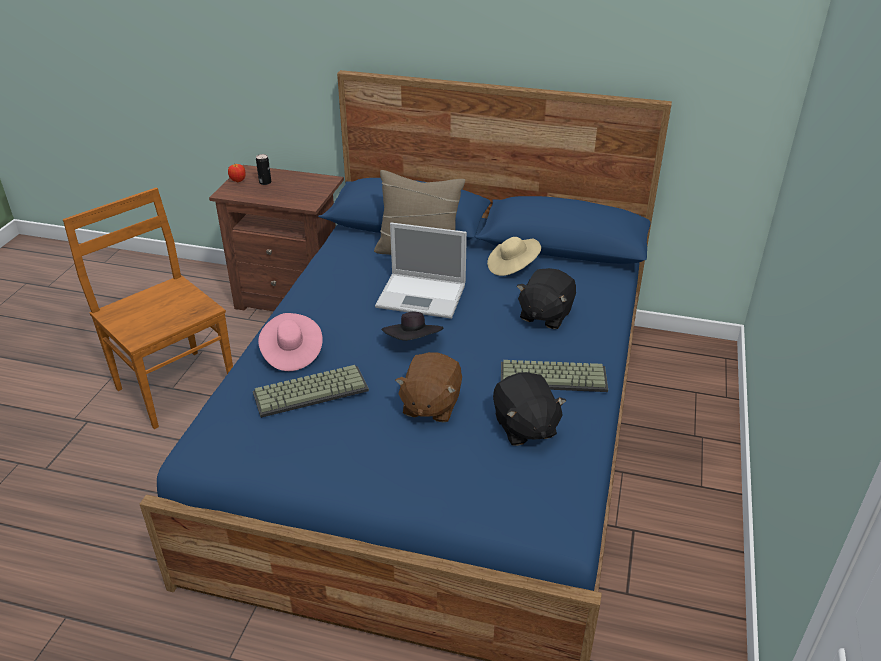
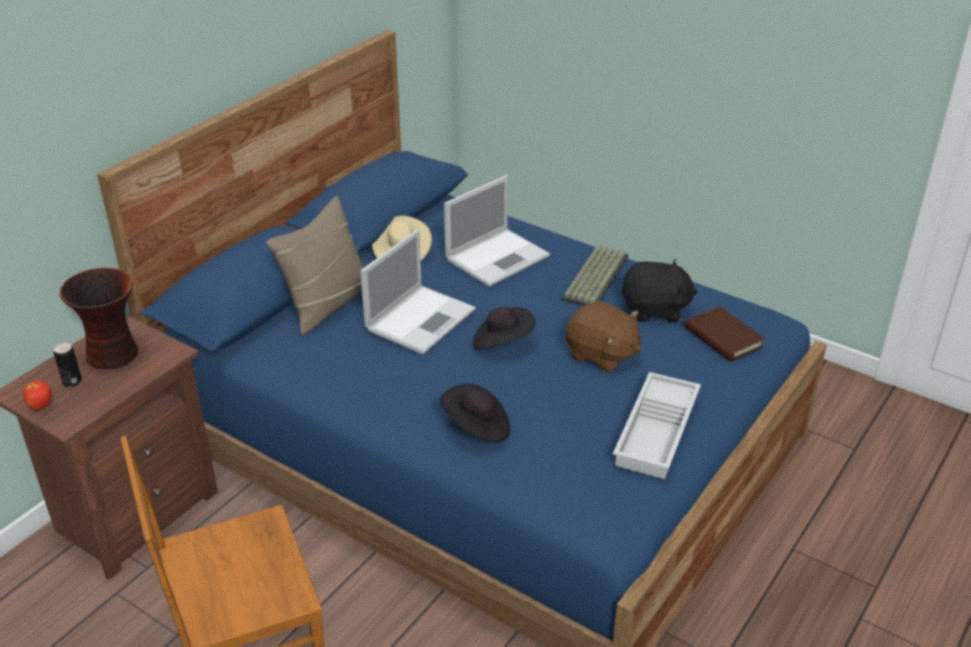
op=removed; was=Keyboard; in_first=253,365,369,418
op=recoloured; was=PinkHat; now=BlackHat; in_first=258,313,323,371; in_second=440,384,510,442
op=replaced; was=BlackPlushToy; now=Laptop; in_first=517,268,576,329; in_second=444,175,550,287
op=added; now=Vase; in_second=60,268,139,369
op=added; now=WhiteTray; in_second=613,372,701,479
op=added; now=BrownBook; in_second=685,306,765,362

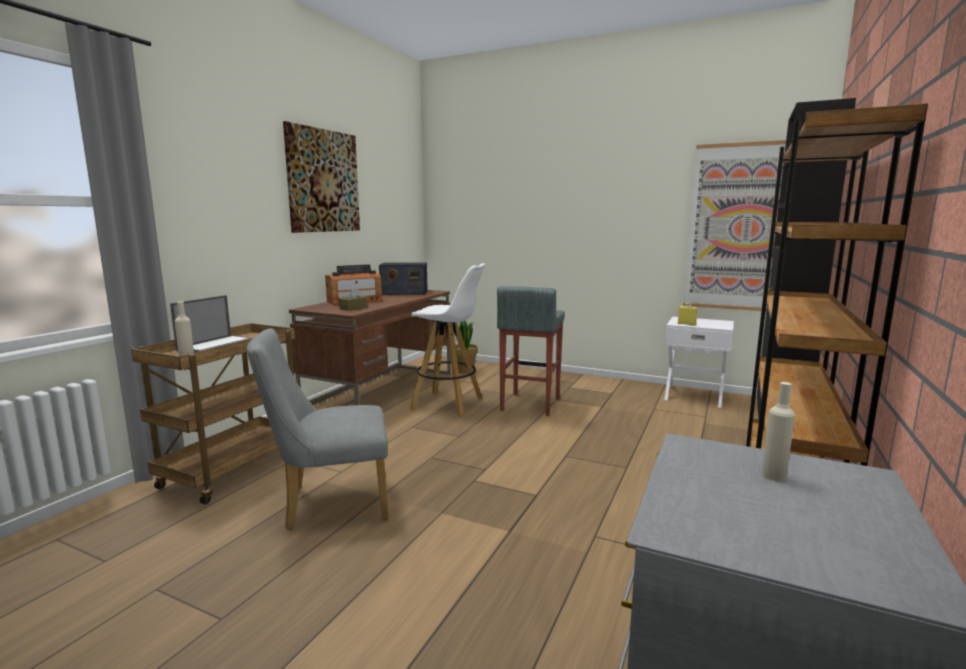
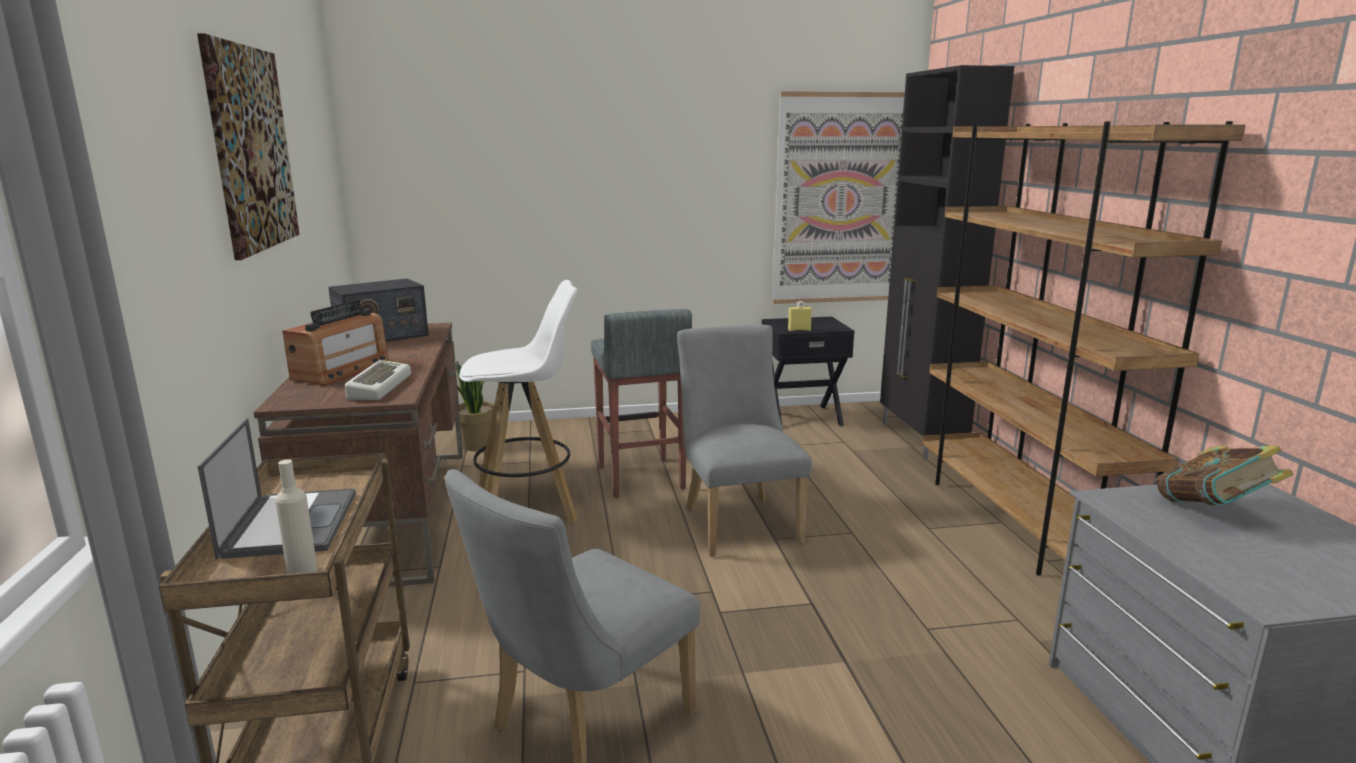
op=replaced; was=BrownTissueBox; now=Keyboard; in_first=339,287,367,311; in_second=345,360,411,400
op=recoloured; was=WhiteNightstand; now=BlackNightstand; in_first=664,317,734,408; in_second=762,317,855,427
op=replaced; was=BeigeBottle; now=Book; in_first=761,382,795,481; in_second=1157,446,1293,505
op=added; now=GreyChair; in_second=677,325,812,556

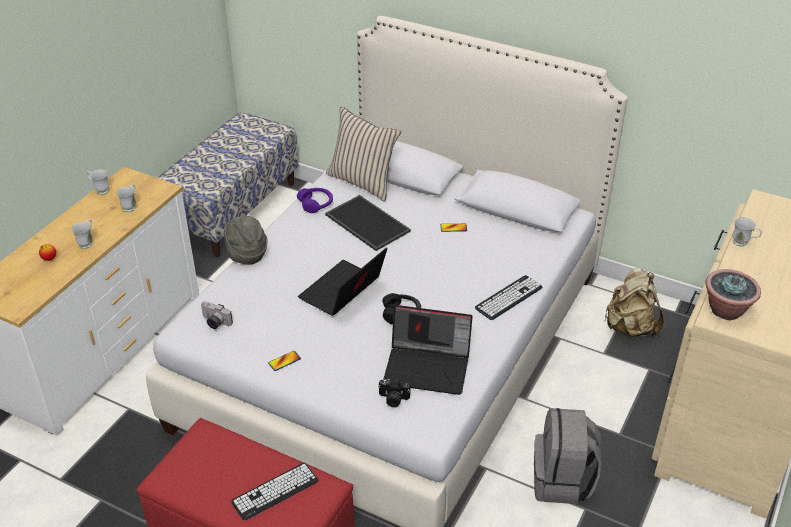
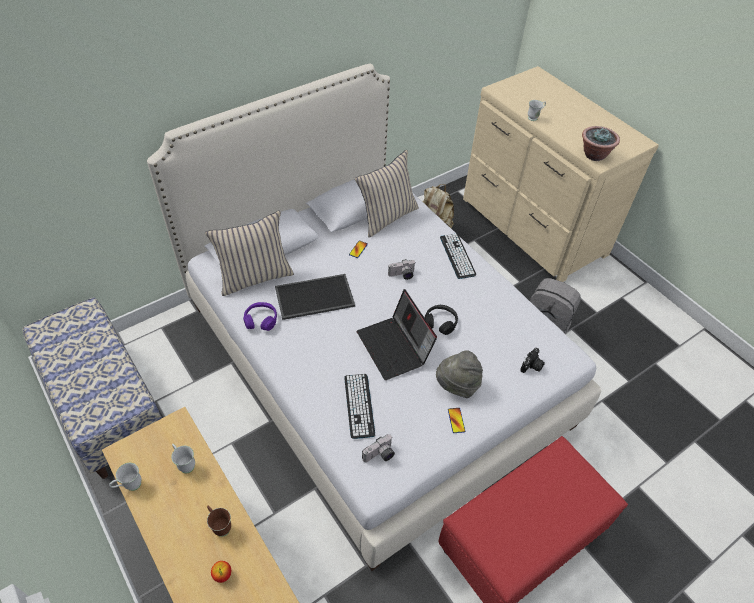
op=recoloured; was=WhiteMug; now=BrownMug; in_first=71,219,92,249; in_second=207,506,231,537
op=moved; was=GreyHat; in_first=224,216,267,265; in_second=436,350,483,398
op=moved; was=Keyboard; in_first=231,463,318,521; in_second=344,374,375,439
op=removed; was=Laptop; in_first=383,305,473,395
op=added; now=BeigePillow; in_second=355,150,419,238
op=added; now=PhotoCamera; in_second=388,259,415,280

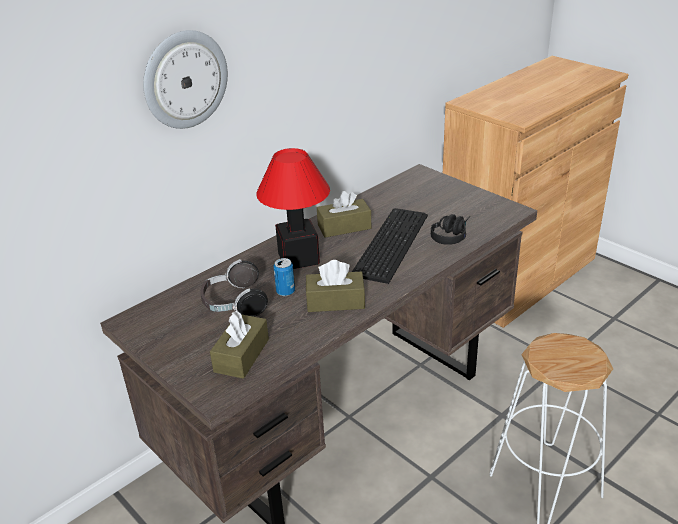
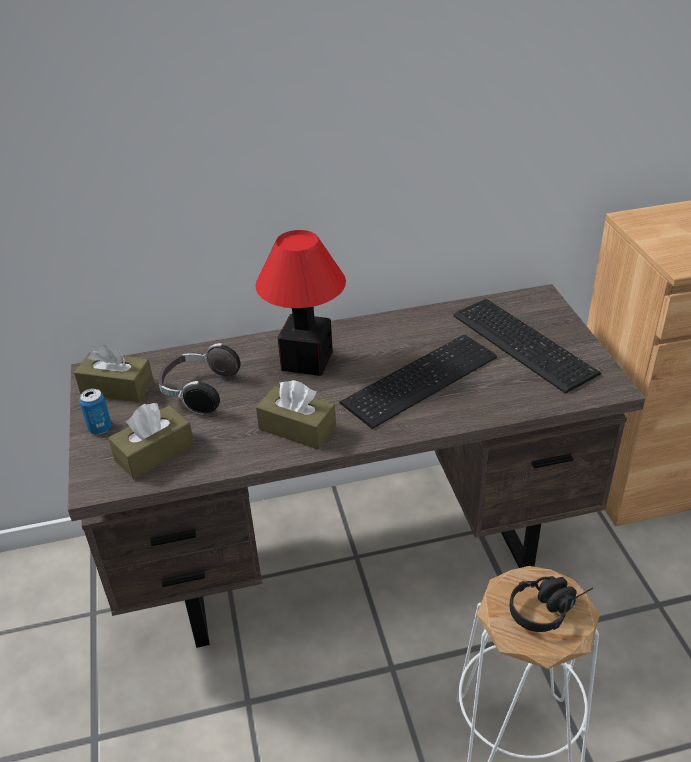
op=removed; was=WallClock; in_first=143,30,228,129
op=moved; was=Can; in_first=273,258,295,296; in_second=79,388,112,434
op=moved; was=BrownTissueBox; in_first=317,191,371,238; in_second=74,344,154,402
op=moved; was=BlackHeadphones; in_first=431,214,470,245; in_second=510,576,593,632
op=added; now=Keyboard; in_second=453,299,601,394

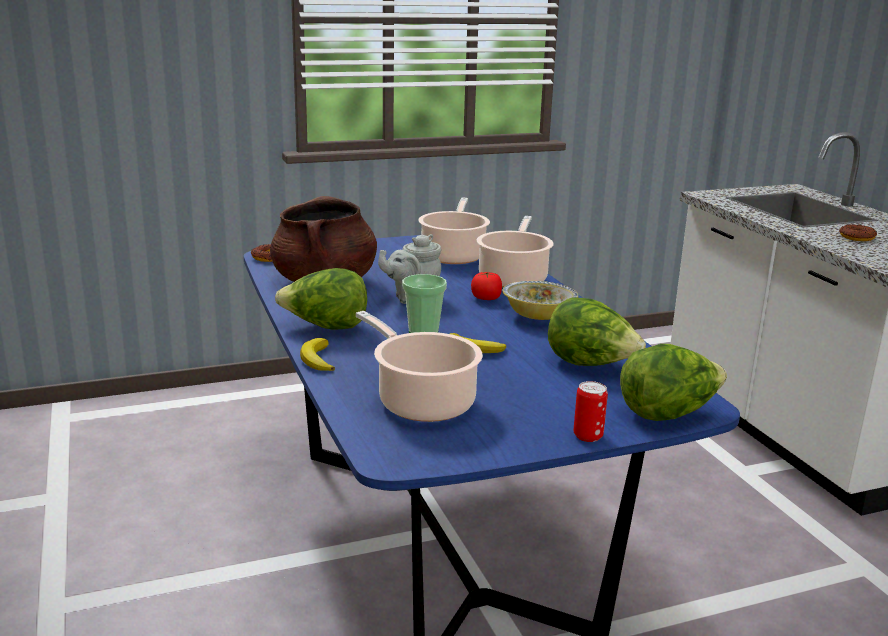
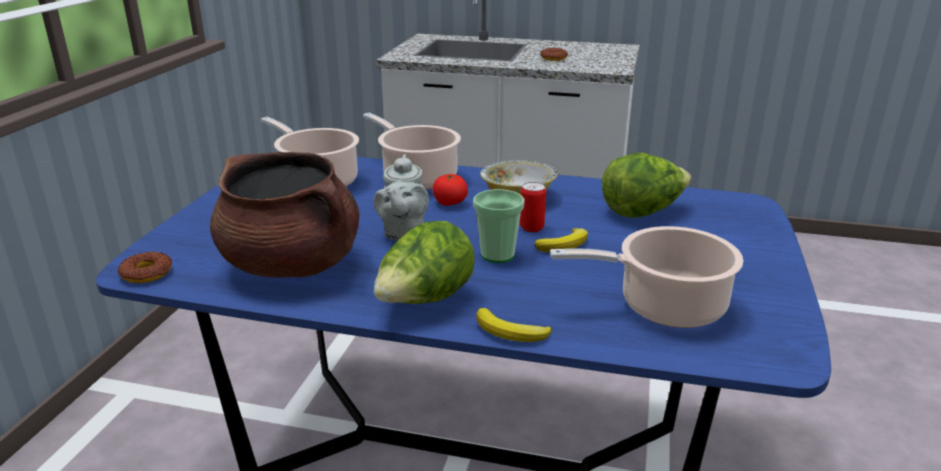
op=moved; was=Can; in_first=574,381,608,442; in_second=520,182,546,232
op=removed; was=Lettuce; in_first=620,344,727,421

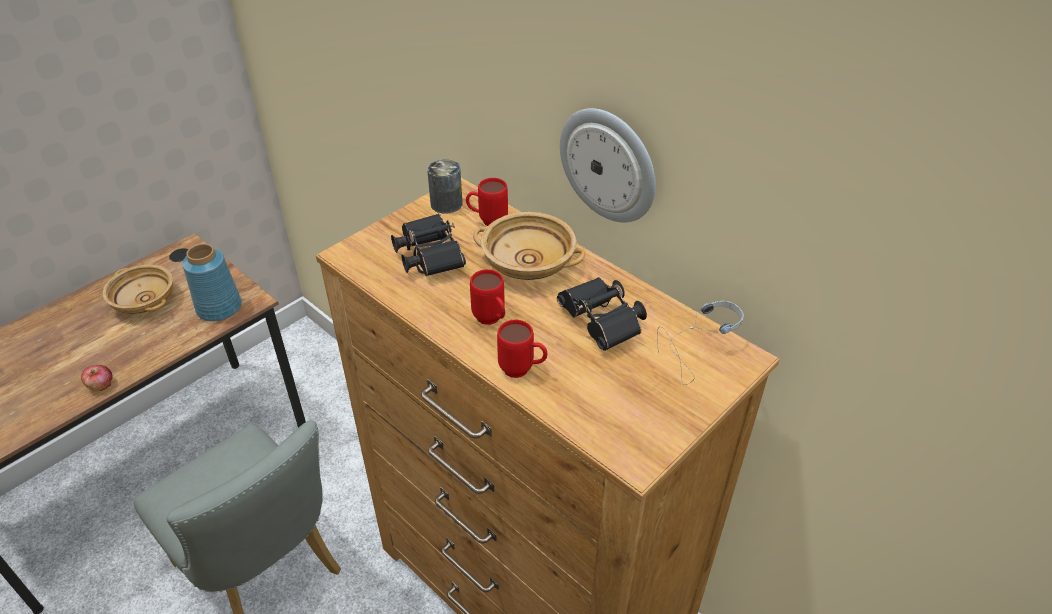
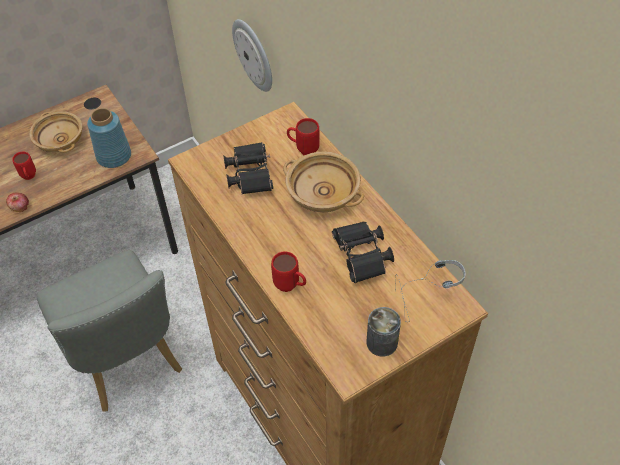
op=moved; was=Can; in_first=427,159,463,214; in_second=366,307,401,356
op=moved; was=RedMug; in_first=470,269,505,325; in_second=12,152,36,180
op=moved; was=WallClock; in_first=560,108,656,223; in_second=232,19,272,92

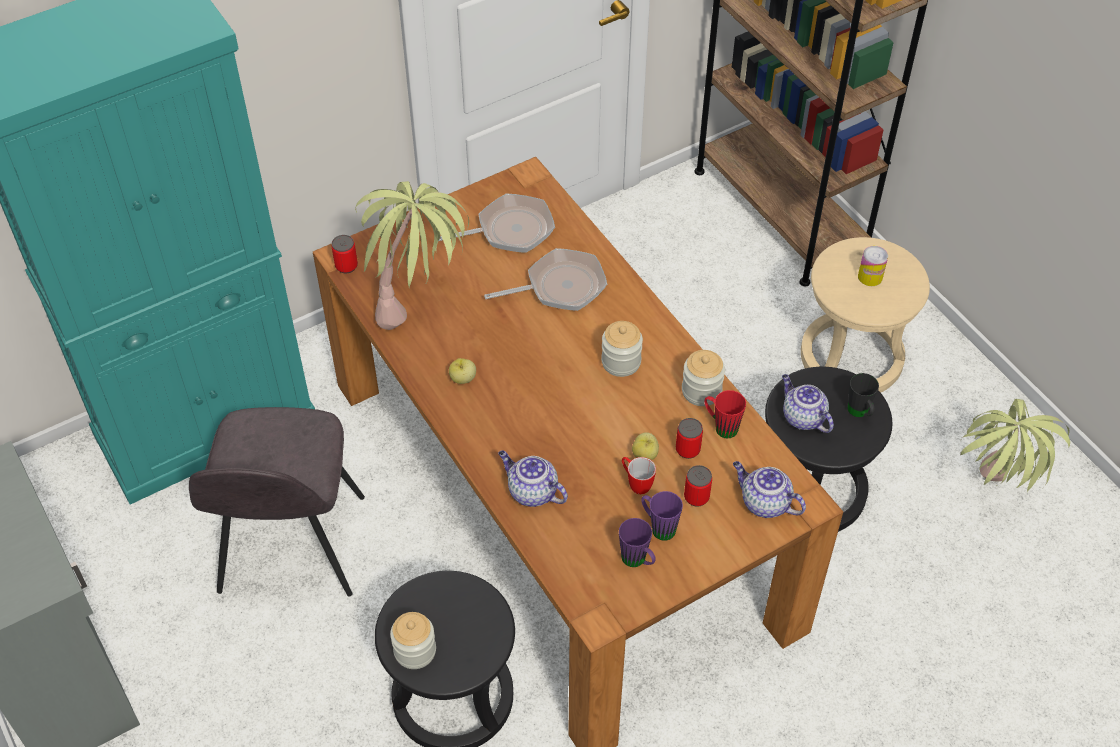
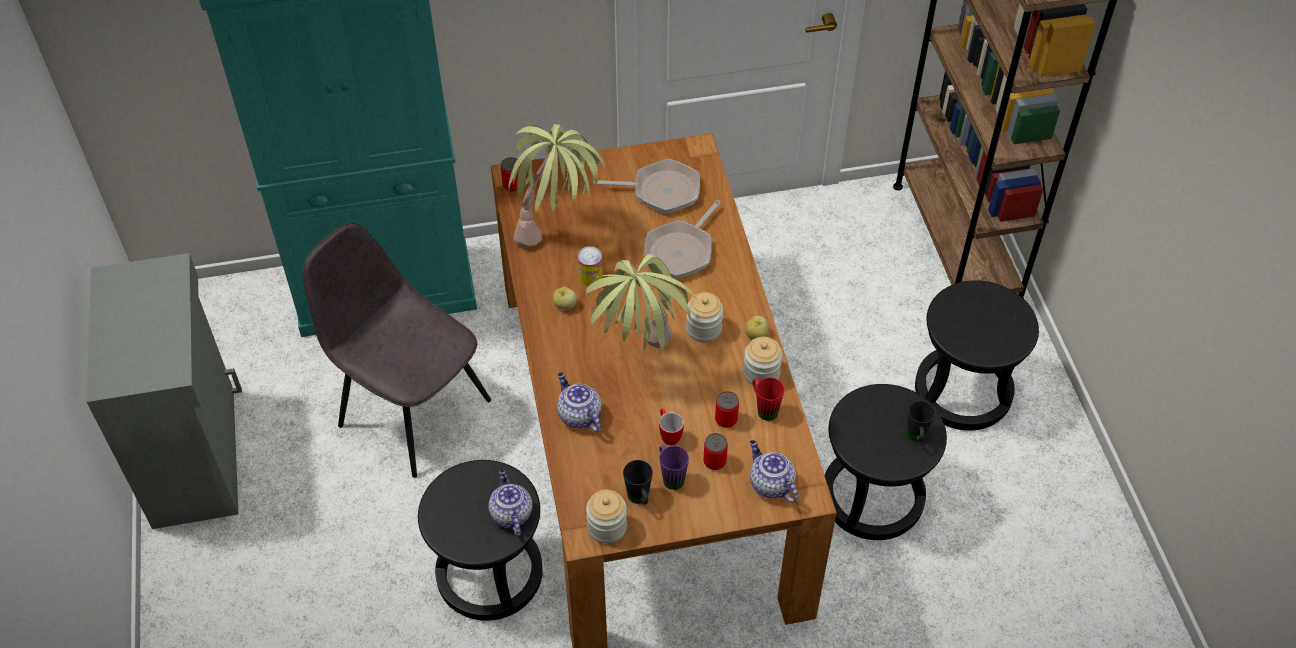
op=turned; was=GreyChair; in_first=189,407,365,597; in_second=303,222,491,478; clockwise=105
op=moved; was=Jar; in_first=390,612,436,669; in_second=586,490,627,544
op=turned; was=FryingPan; in_first=484,248,608,311; in_second=644,200,721,279; clockwise=120
op=recoloured; was=PurpleMug; now=BlackMug; in_first=619,518,656,567; in_second=623,460,653,505
op=moved; was=Apple; in_first=632,432,659,460; in_second=745,316,768,339
op=moved; was=Teapot; in_first=782,374,834,433; in_second=488,469,533,536
op=recoloured; was=BeigeStool; now=BlackStool; in_first=801,237,930,393; in_second=915,280,1039,431
op=moved; was=Can; in_first=858,246,888,286; in_second=577,246,603,286
op=moved; was=PottedPlant; in_first=960,399,1070,492; in_second=586,254,698,354

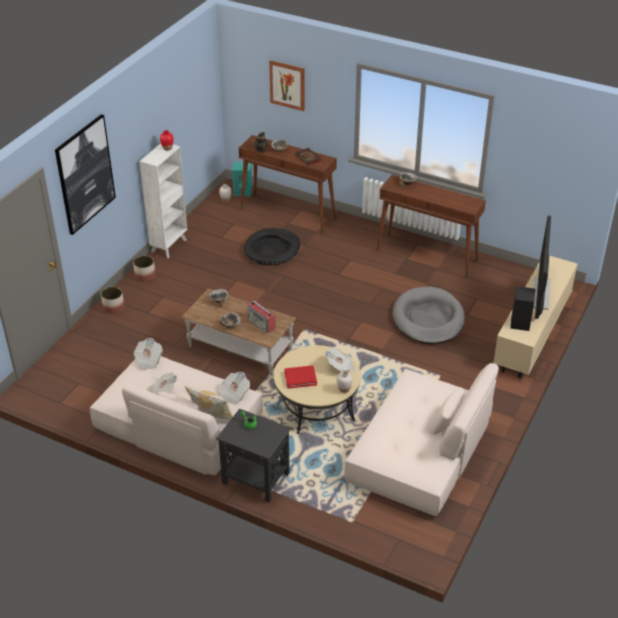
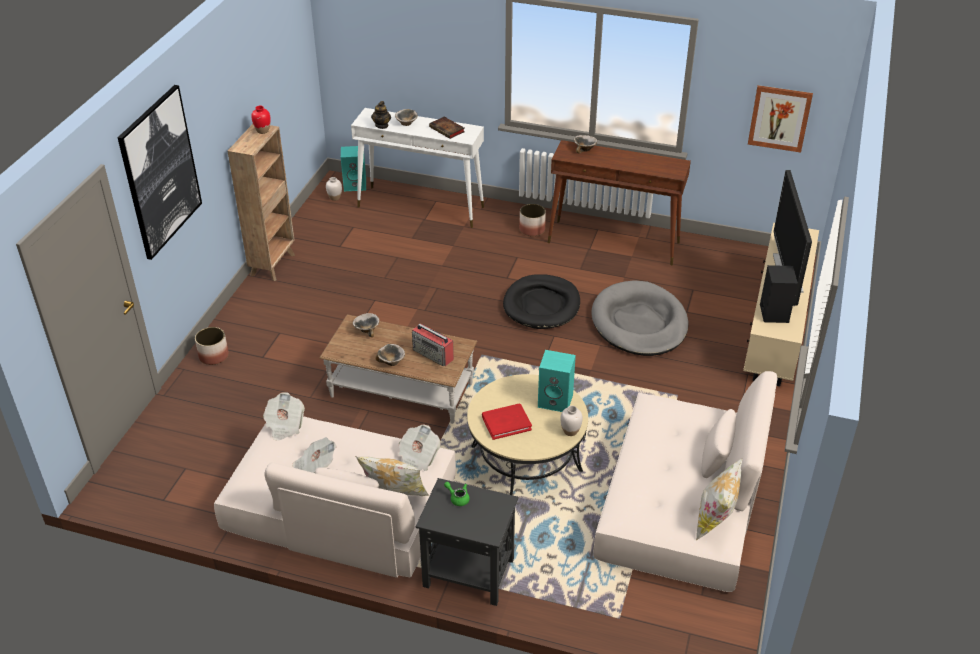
op=moved; was=Planter; in_first=133,256,156,282; in_second=519,204,546,236
op=recoloured; was=WhiteBookcase; now=BrownBookcase; in_first=139,143,187,258; in_second=228,124,295,281
op=recoloured; was=BrownConsoleTable; now=WhiteConsoleTable; in_first=239,135,337,233; in_second=351,108,484,228
op=moved; was=BlackDogBed; in_first=244,228,300,265; in_second=503,274,580,329
op=moved; was=Picture; in_first=269,60,305,111; in_second=748,85,813,153
op=replaced; was=Newspaper; now=TurquoiseSpeaker; in_first=325,348,356,372; in_second=538,350,576,412
op=added; now=Pillow; in_second=696,459,742,540

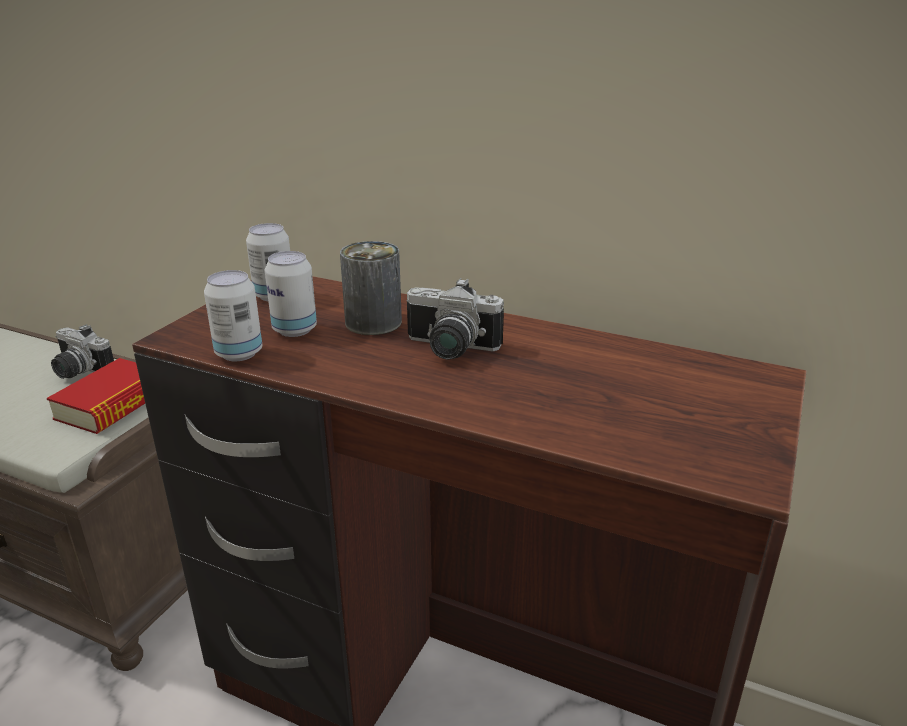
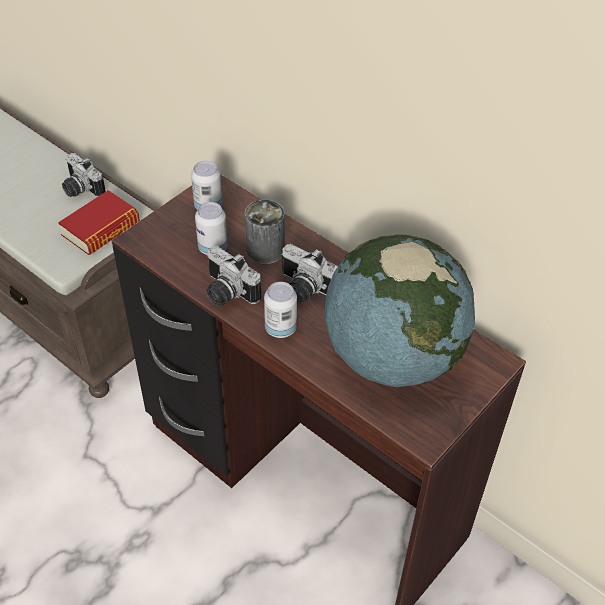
op=moved; was=Can; in_first=204,270,262,361; in_second=264,282,297,338
op=added; now=PhotoCamera; in_second=206,246,261,306
op=added; now=Globe; in_second=324,234,475,387

